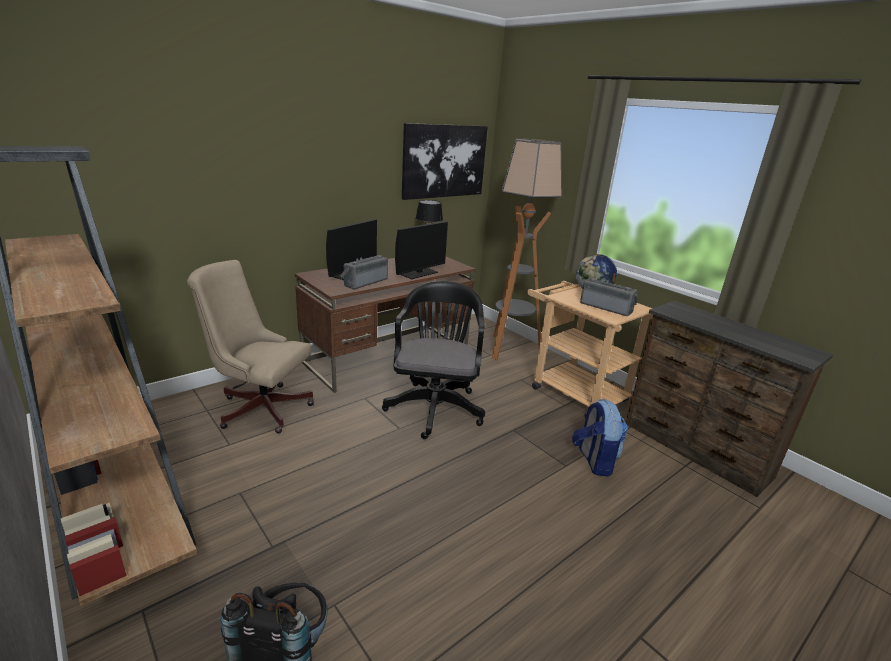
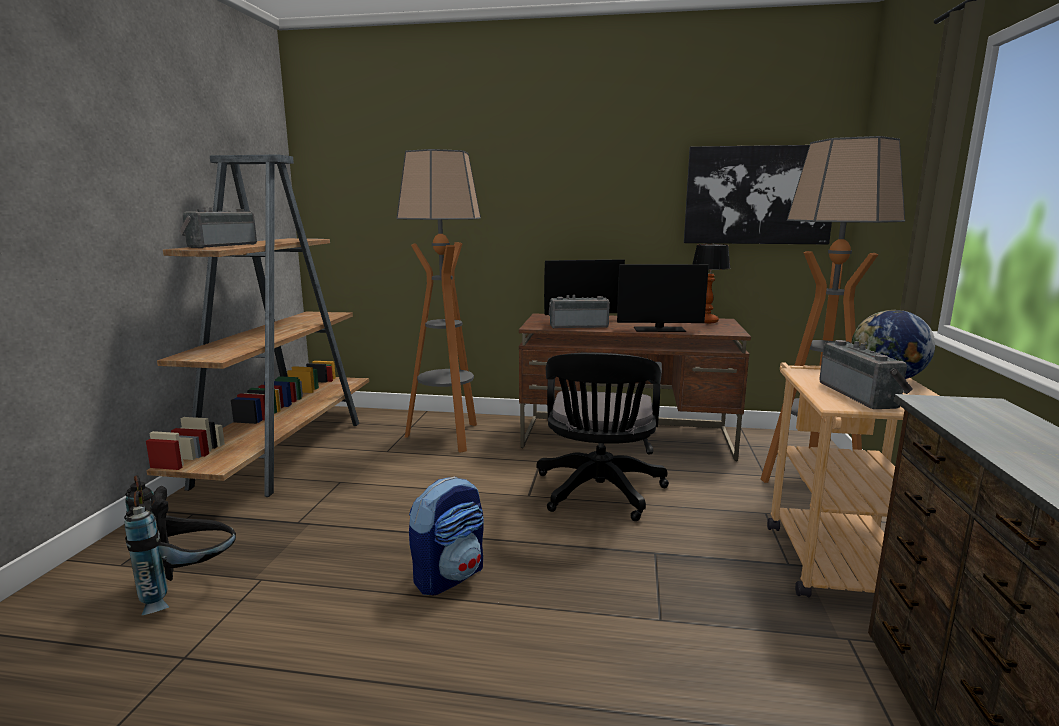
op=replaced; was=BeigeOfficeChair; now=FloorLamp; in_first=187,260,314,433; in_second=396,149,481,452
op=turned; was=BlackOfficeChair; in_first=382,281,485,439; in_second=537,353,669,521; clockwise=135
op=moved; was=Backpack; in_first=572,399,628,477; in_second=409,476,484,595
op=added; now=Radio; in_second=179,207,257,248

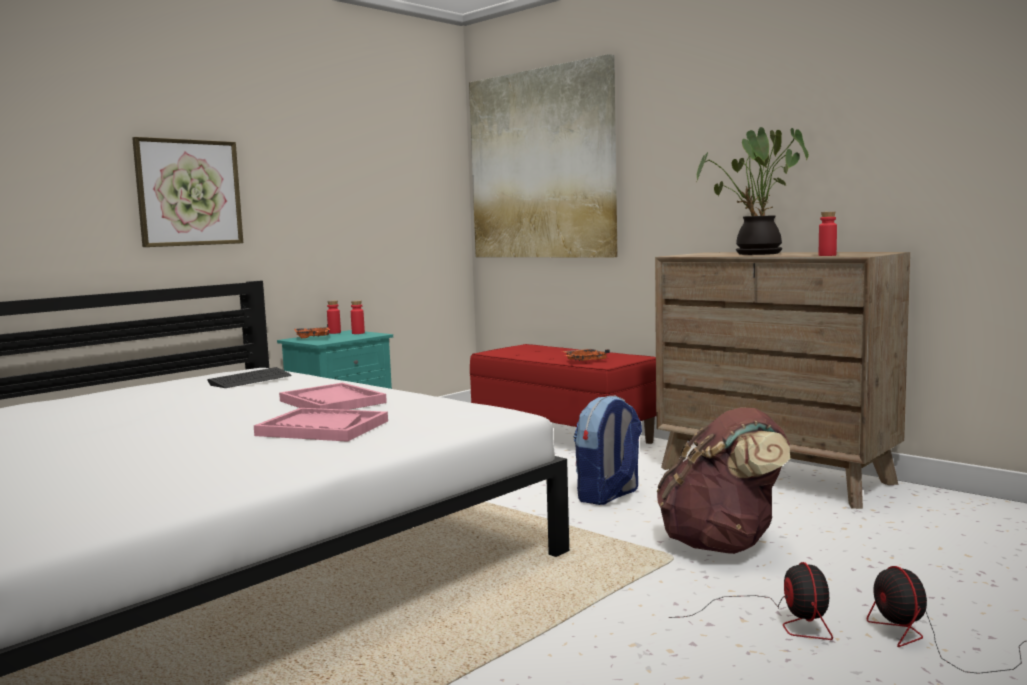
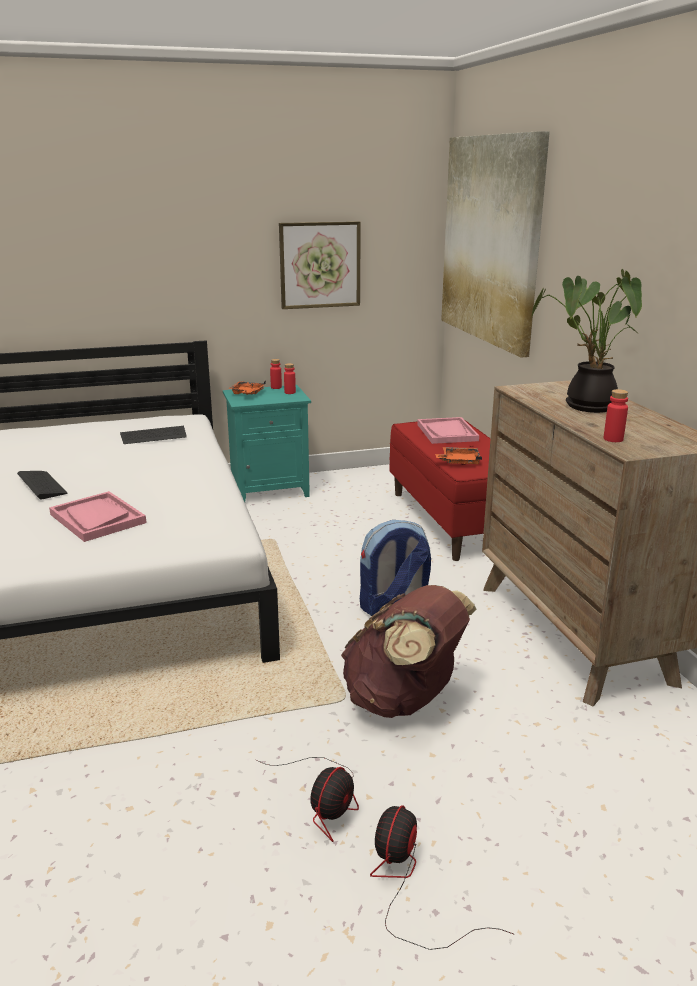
op=moved; was=Picture; in_first=132,137,243,247; in_second=279,221,361,309
op=moved; was=PinkTray; in_first=279,383,387,410; in_second=417,417,479,444
op=added; now=Keyboard; in_second=17,471,68,500

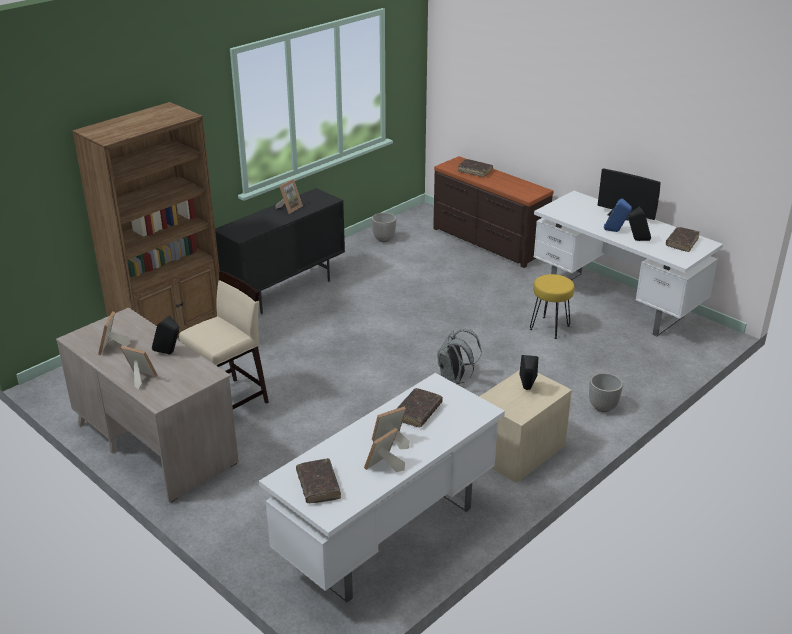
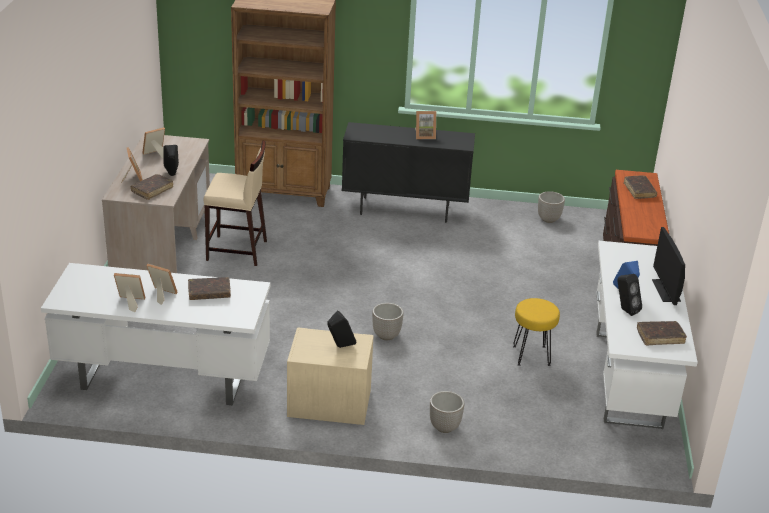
op=moved; was=BrownBook; in_first=296,458,341,503; in_second=131,174,173,200
op=replaced; was=GreyBackpack; now=Planter; in_first=437,329,481,385; in_second=372,303,404,340

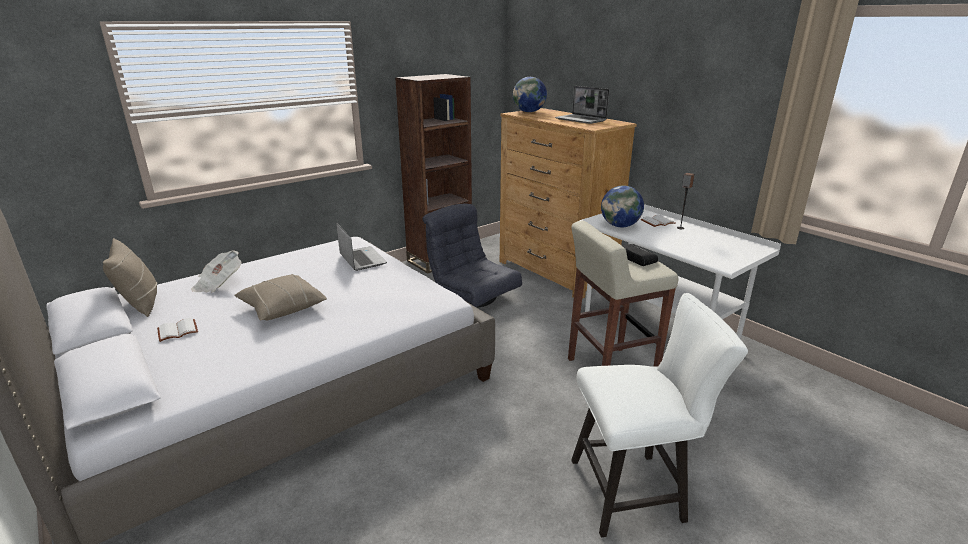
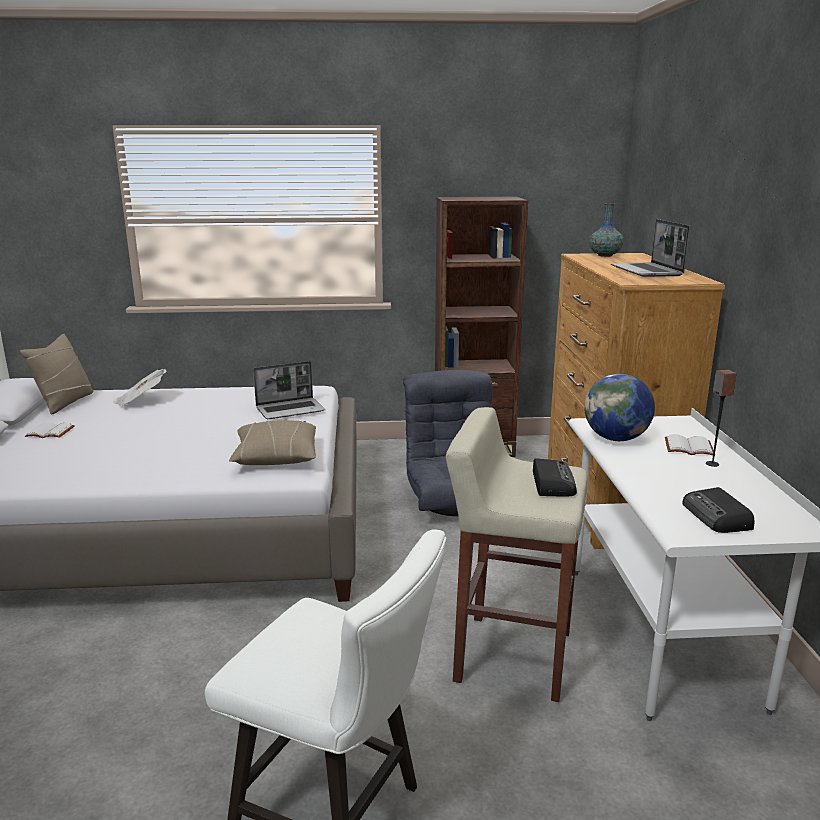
op=moved; was=BeigePillow; in_first=234,274,327,321; in_second=229,420,316,465
op=turned; was=Laptop; in_first=337,224,387,271; in_second=253,361,325,419; clockwise=60
op=replaced; was=Globe; now=Vase; in_first=513,77,547,112; in_second=589,203,624,257
op=added; now=Radio; in_second=682,487,755,533

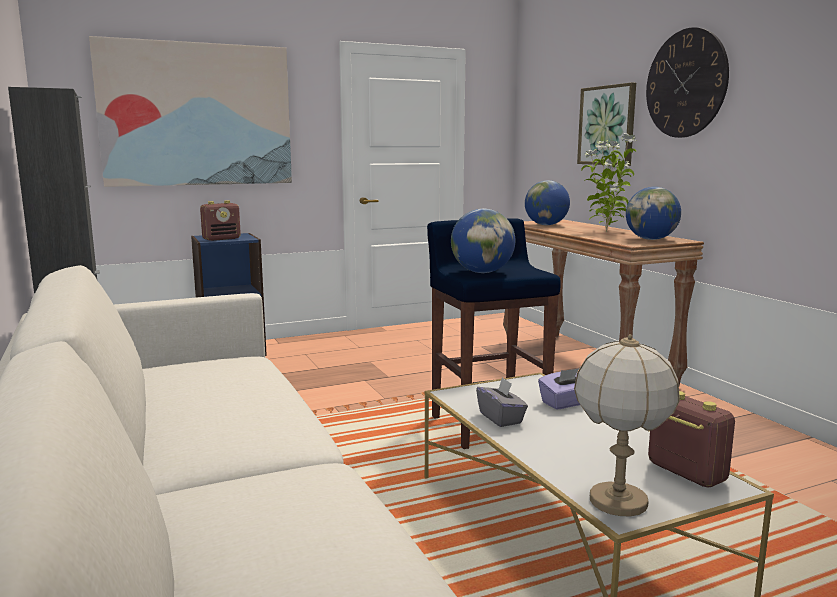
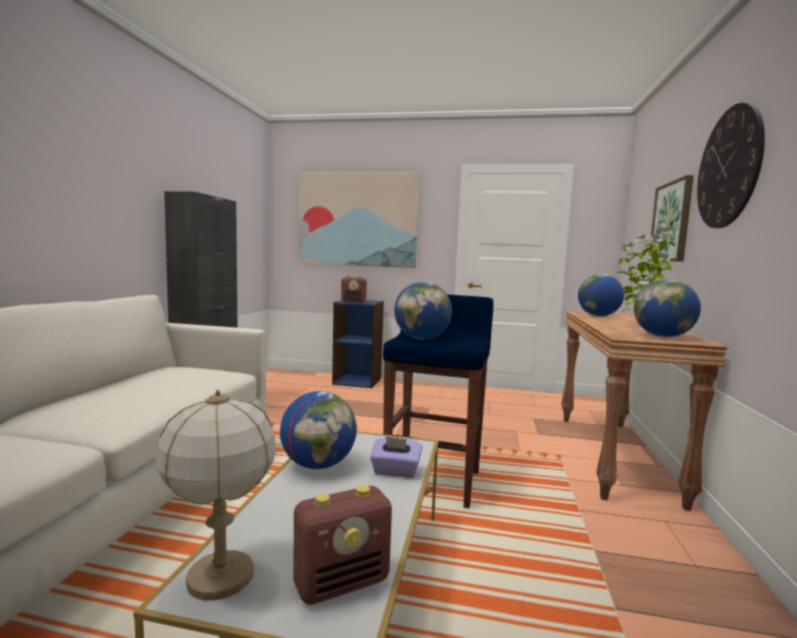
op=replaced; was=GreyTissueBox; now=Globe; in_first=476,377,528,427; in_second=280,391,357,469
op=turned; was=Radio; in_first=648,391,735,487; in_second=293,485,392,605; clockwise=60

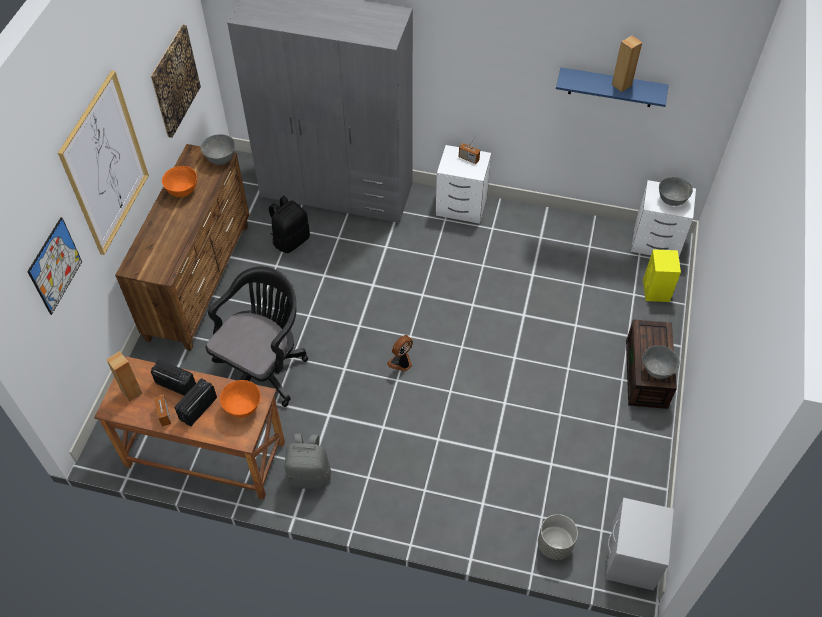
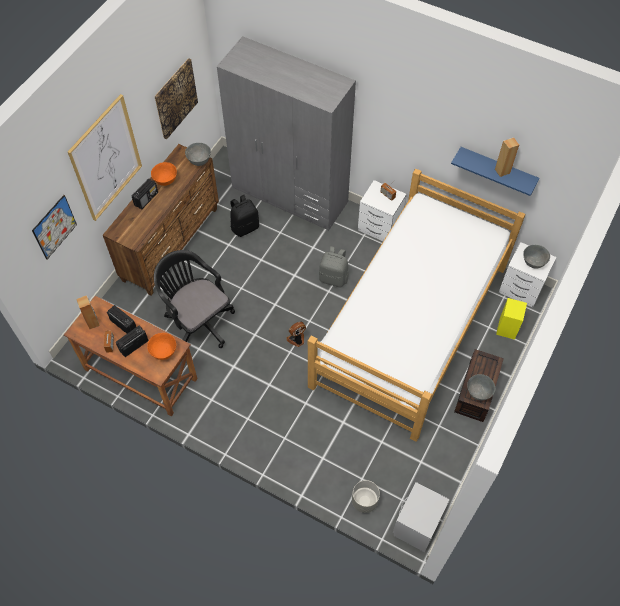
op=turned; was=BlackOfficeChair; in_first=206,267,308,407; in_second=154,250,235,348; clockwise=-90
op=moved; was=GreyBackpack; in_first=285,433,331,489; in_second=319,246,349,288
op=added; now=Radio; in_second=132,179,158,209
op=added; now=Bed; in_second=308,169,526,442

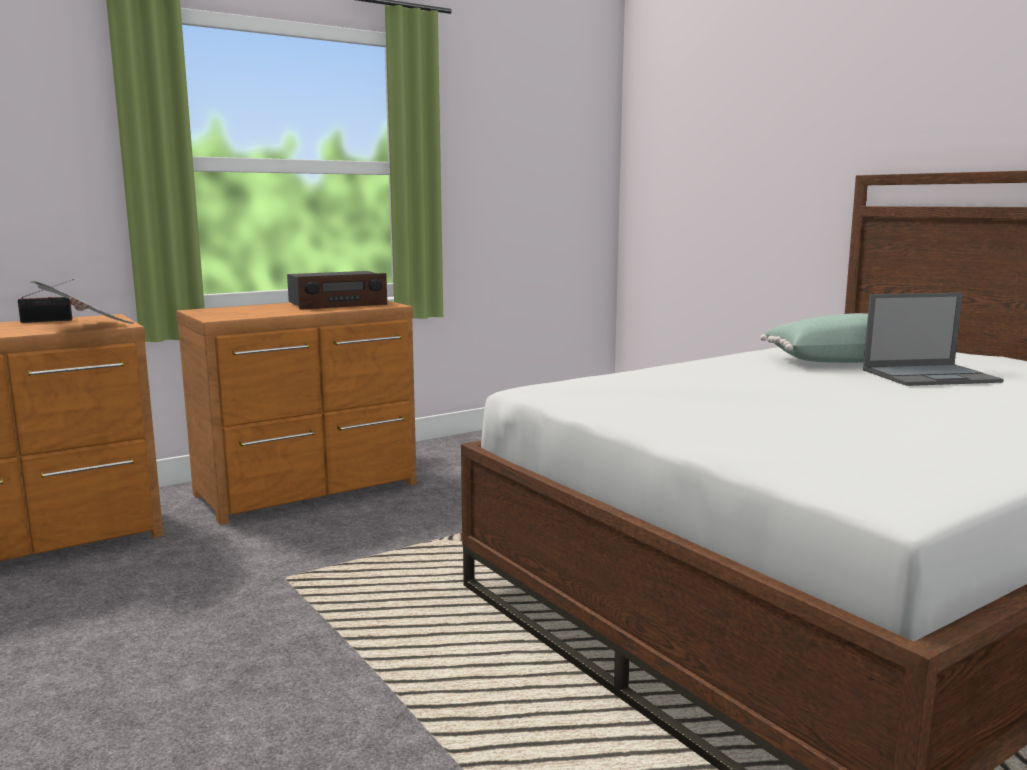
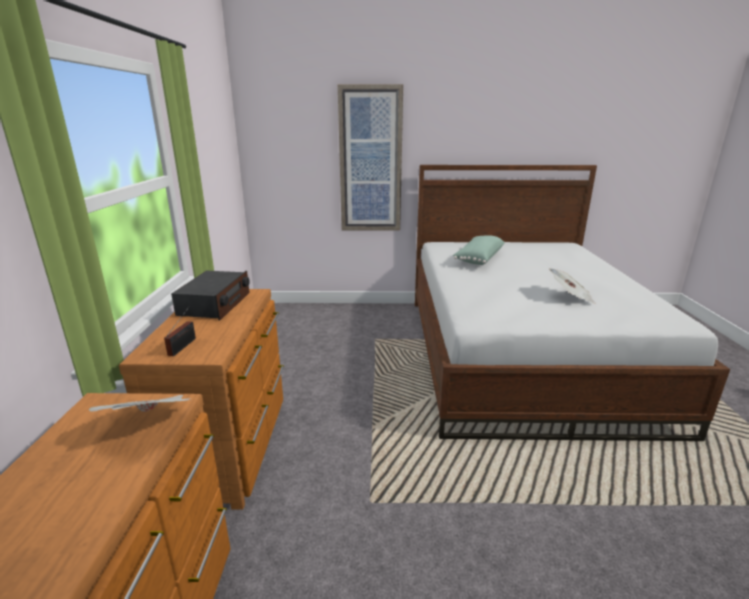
op=moved; was=Radio; in_first=18,279,74,323; in_second=164,306,196,356
op=removed; was=Laptop; in_first=863,293,1004,386
op=added; now=Picture; in_second=337,84,403,231
op=added; now=Newspaper; in_second=549,268,596,304

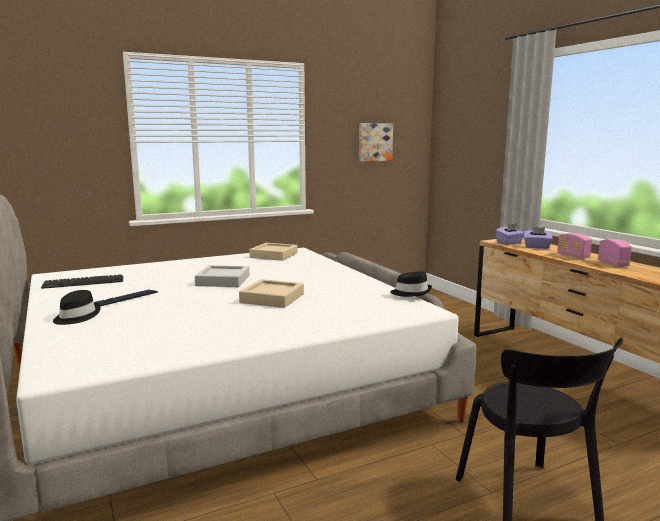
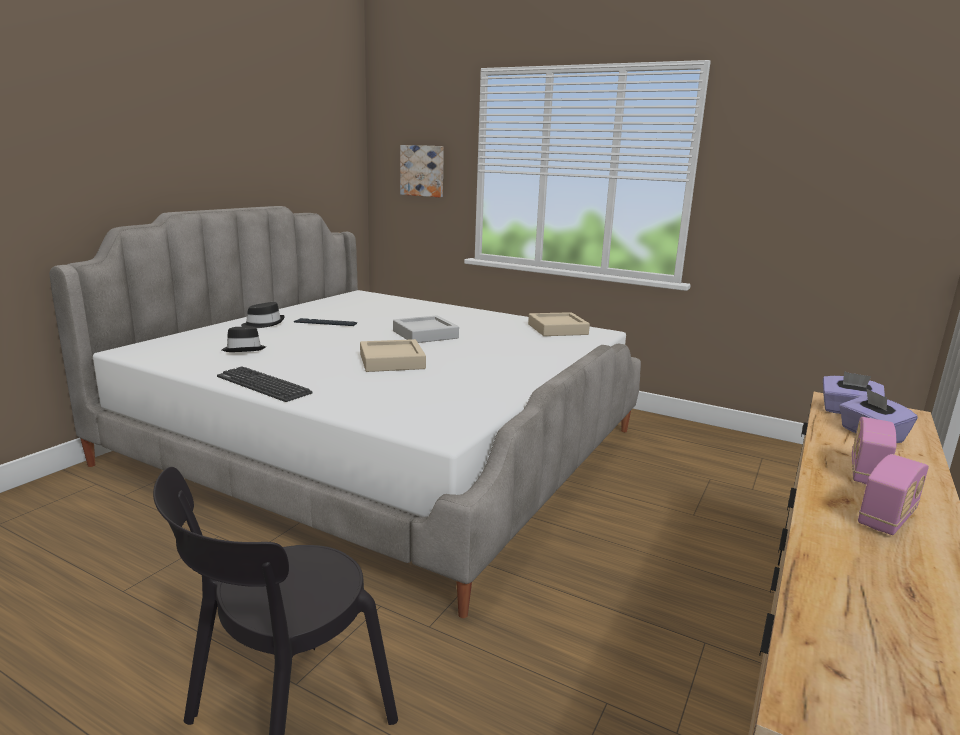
op=moved; was=Keyboard; in_first=41,274,123,289; in_second=217,367,313,402
op=moved; was=Picture; in_first=359,123,393,162; in_second=400,145,444,197
op=moved; was=BlackHat; in_first=390,271,432,297; in_second=222,326,266,352

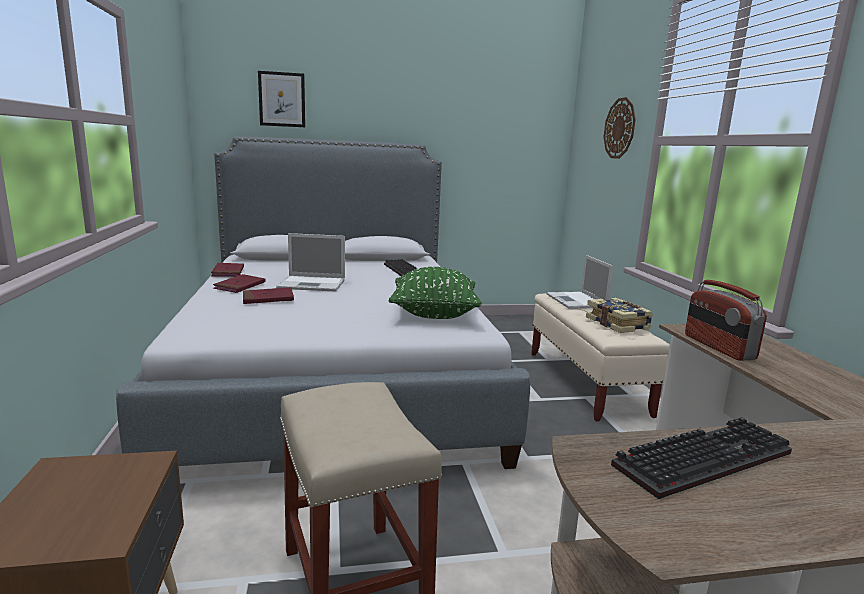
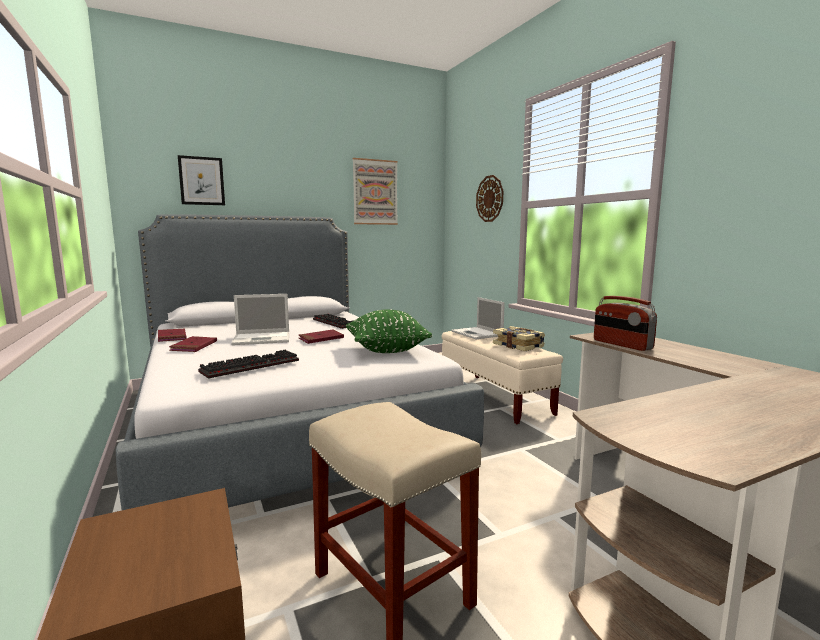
op=moved; was=RedBook; in_first=243,287,294,304; in_second=299,329,344,344
op=moved; was=Keyboard; in_first=611,417,792,499; in_second=198,350,299,379
op=added; now=Picture; in_second=353,158,398,225

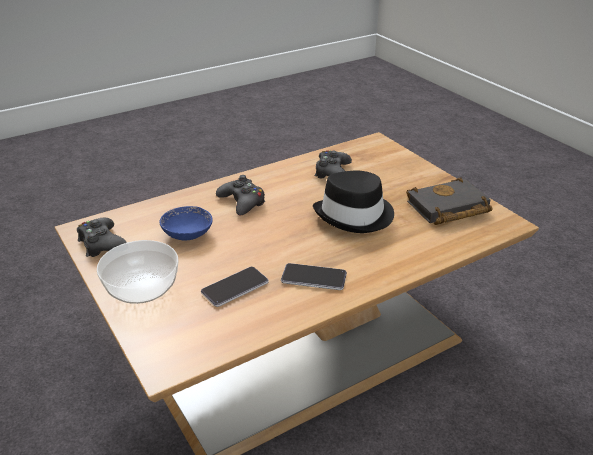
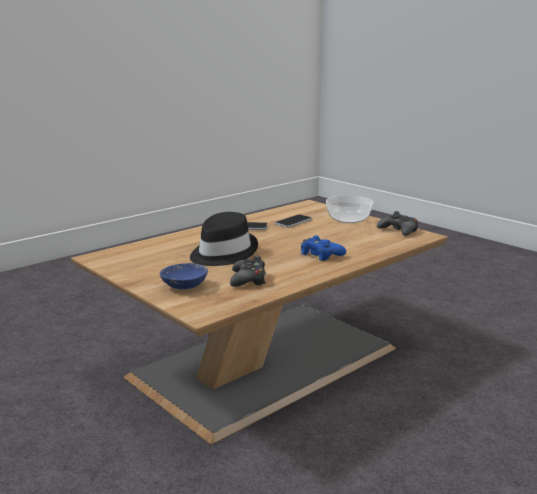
op=moved; was=BlueBowl; in_first=159,206,213,240; in_second=160,263,208,289
op=recoloured; was=BlackGameController; now=BlueGameController; in_first=216,175,265,215; in_second=301,236,346,261
op=removed; was=BlackBook; in_first=406,177,493,225

